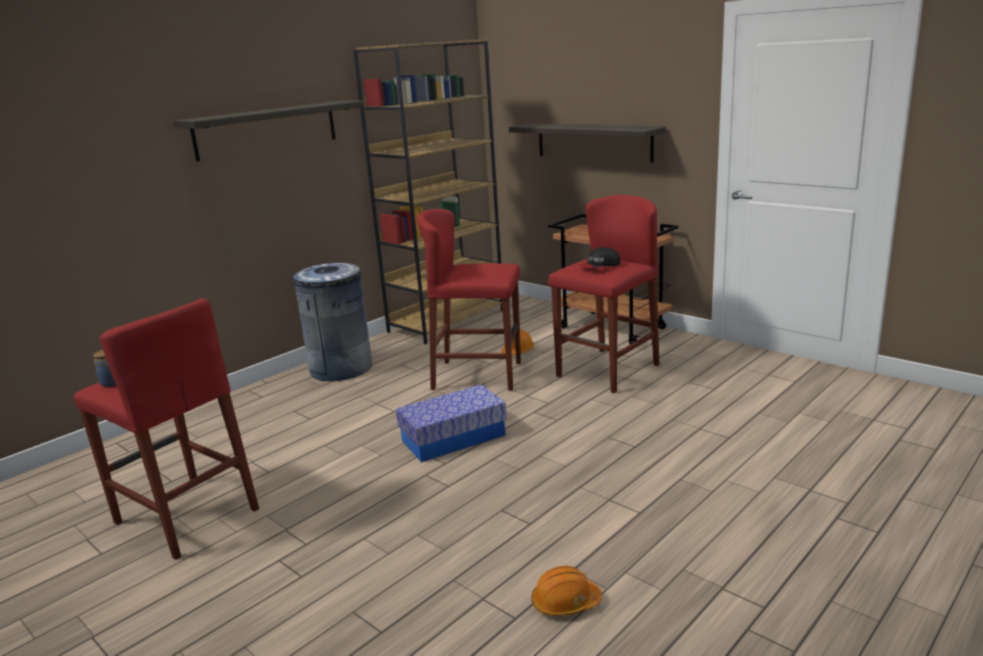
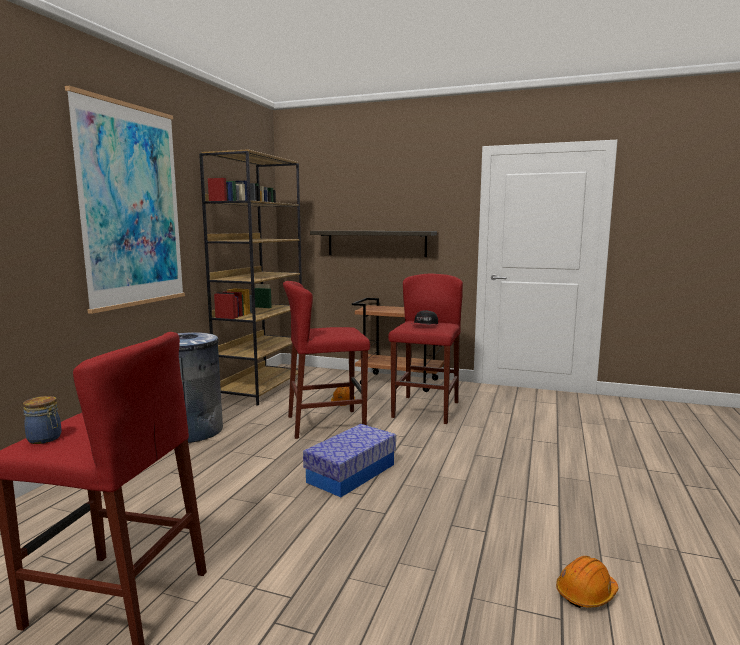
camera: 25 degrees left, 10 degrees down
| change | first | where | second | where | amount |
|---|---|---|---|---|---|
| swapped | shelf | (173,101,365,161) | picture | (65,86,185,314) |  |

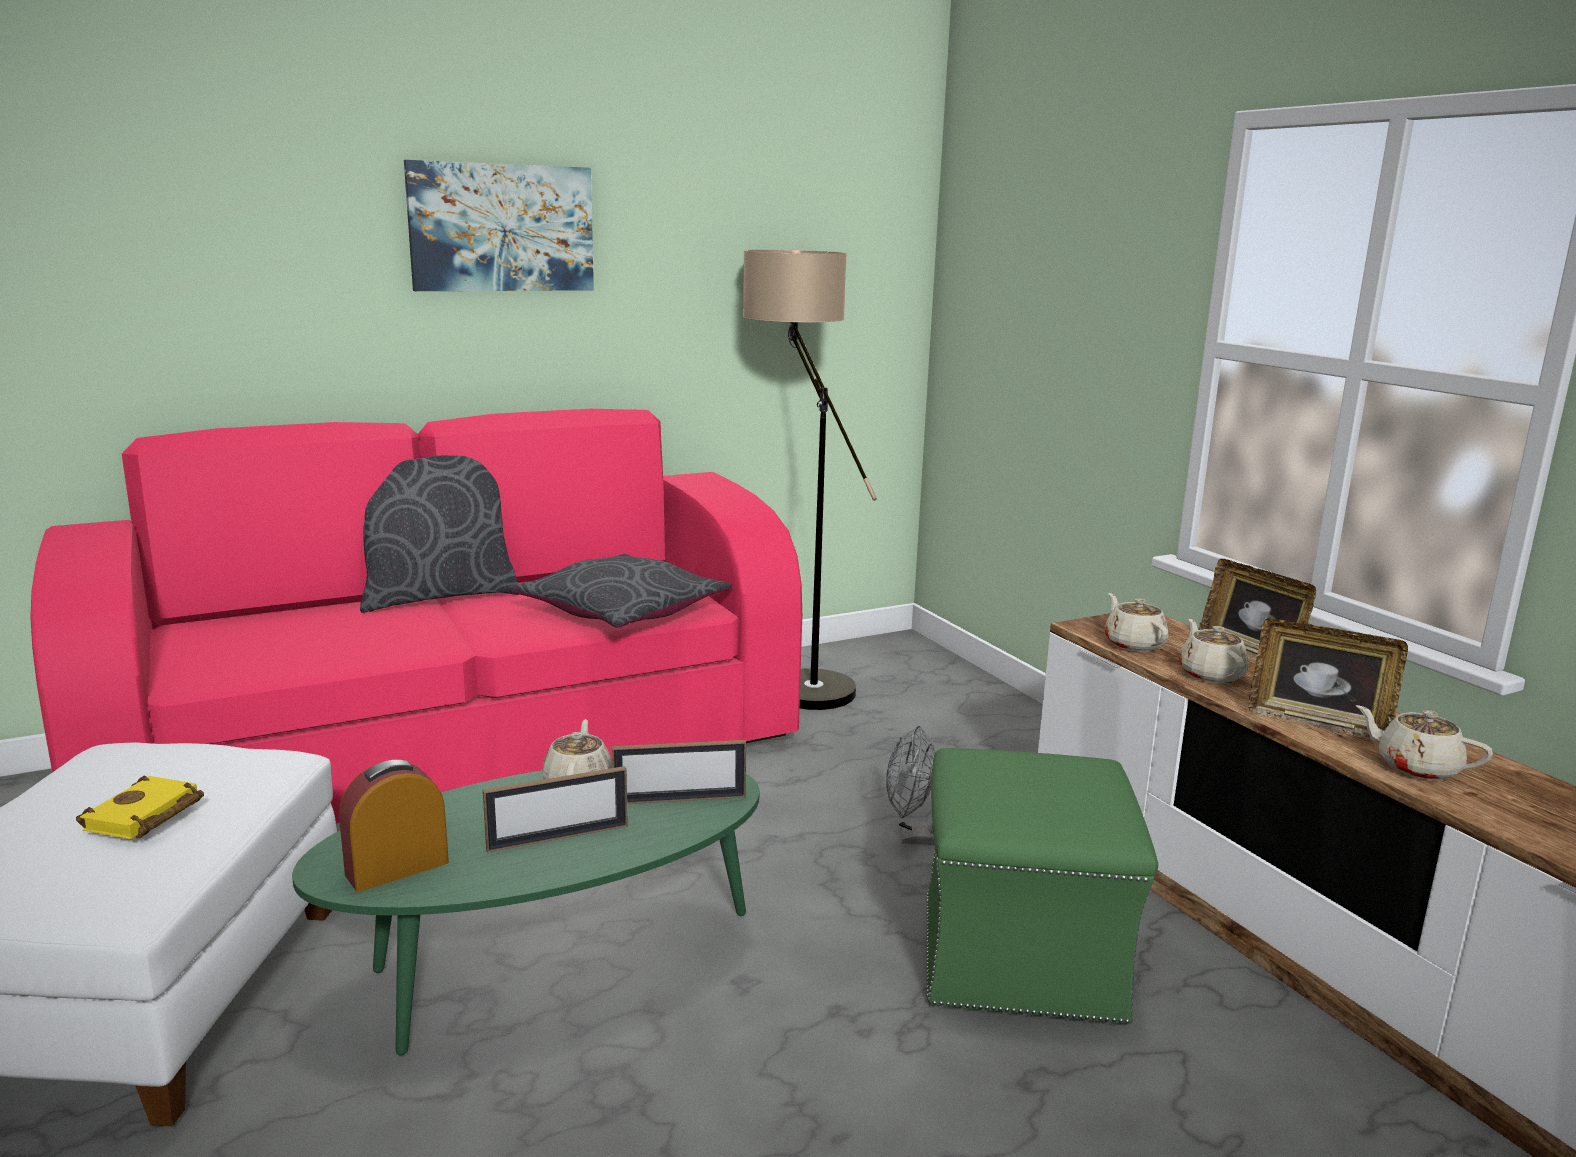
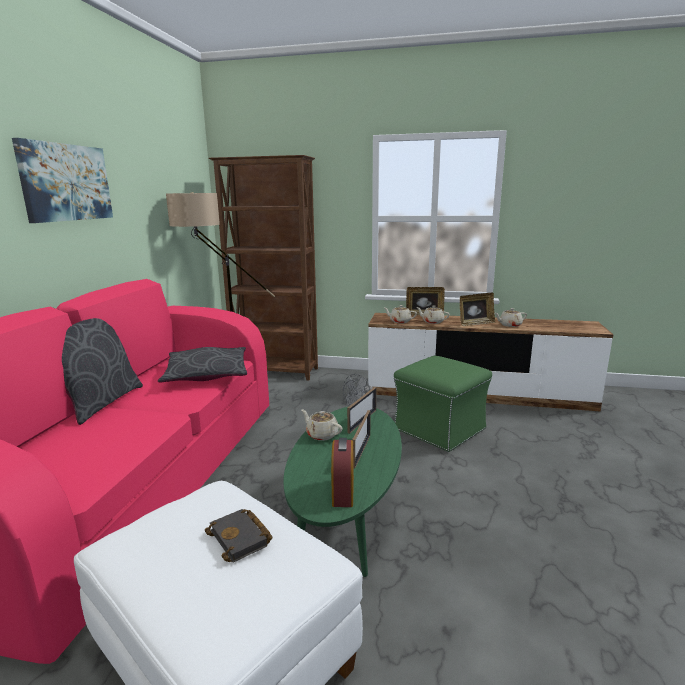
camera: 50 degrees left, 0 degrees up
| change | first | where | second | where | amount |
|---|---|---|---|---|---|
| repainted | book/yellow | (76,775,204,839) | book/black | (205,509,273,562) |  |
| new |  |  | bookcase/brown | (209,155,318,381) |  |

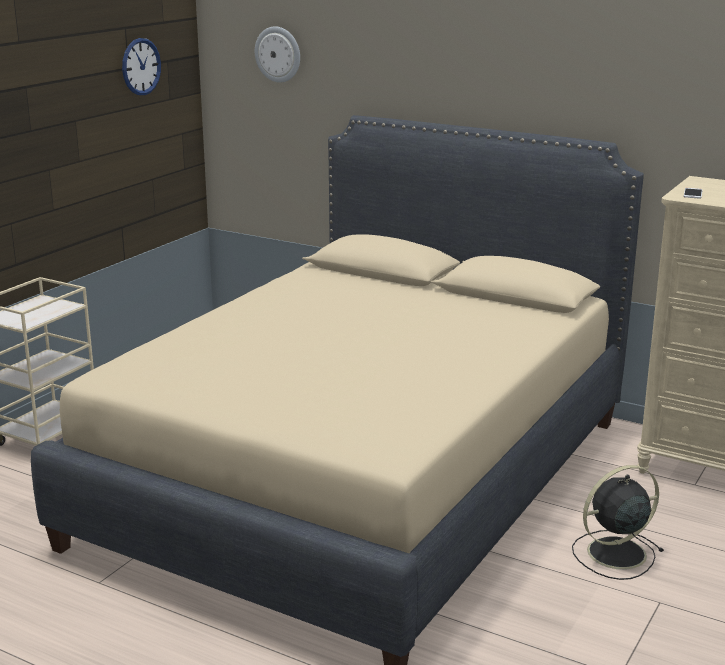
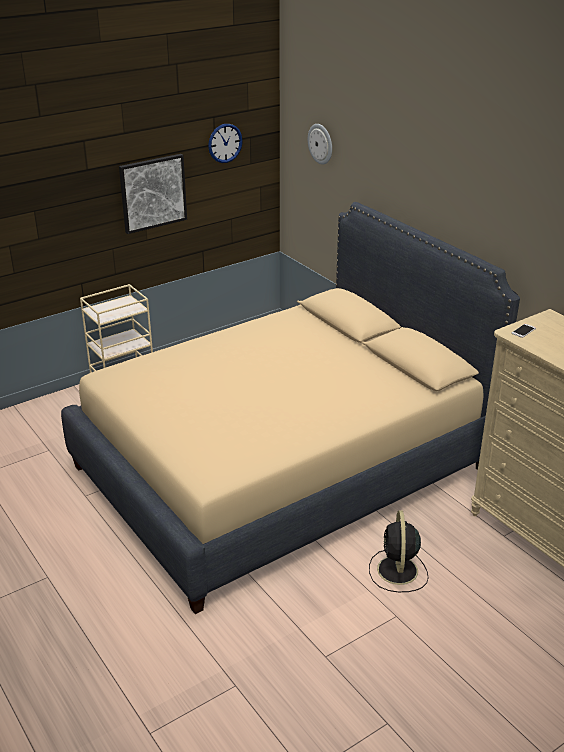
camera: 25 degrees right, 10 degrees up
| change | first | where | second | where | amount |
|---|---|---|---|---|---|
| rotated | fan/black | (572,465,664,580) |  | (369,510,429,592) | 90 degrees counterclockwise |
| new |  |  | picture | (119,154,187,234) |  |

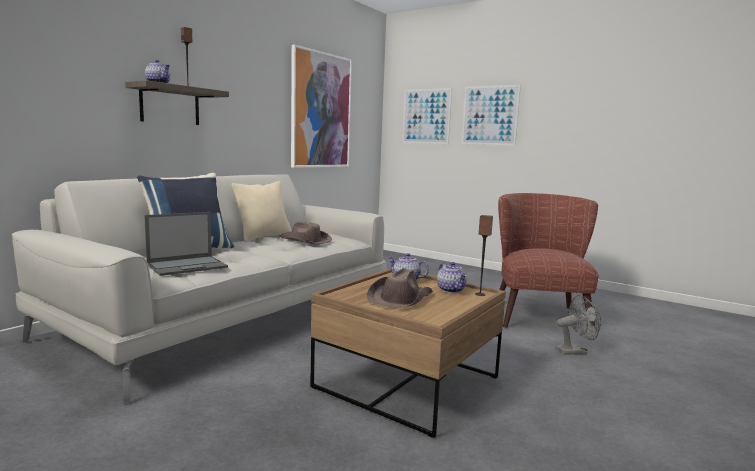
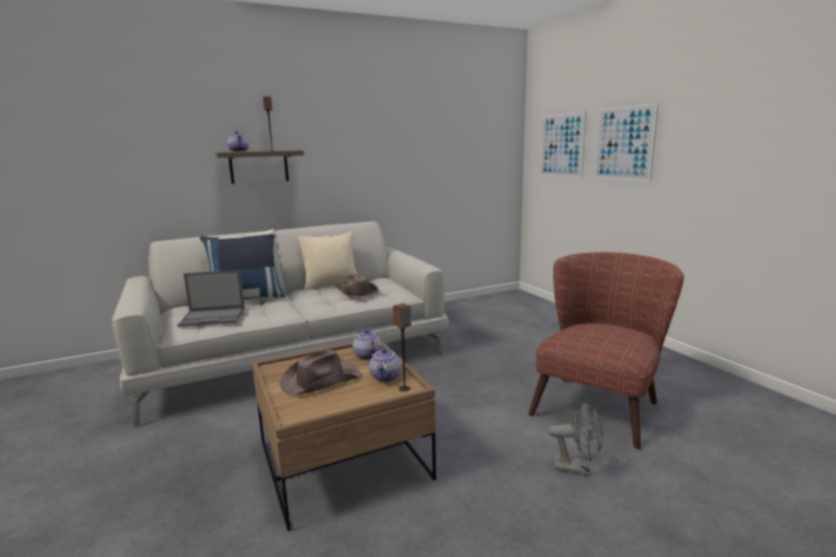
camera: 30 degrees right, 5 degrees up
| change | first | where | second | where | amount |
|---|---|---|---|---|---|
| gone | picture | (291,44,352,168) |  |  |  |

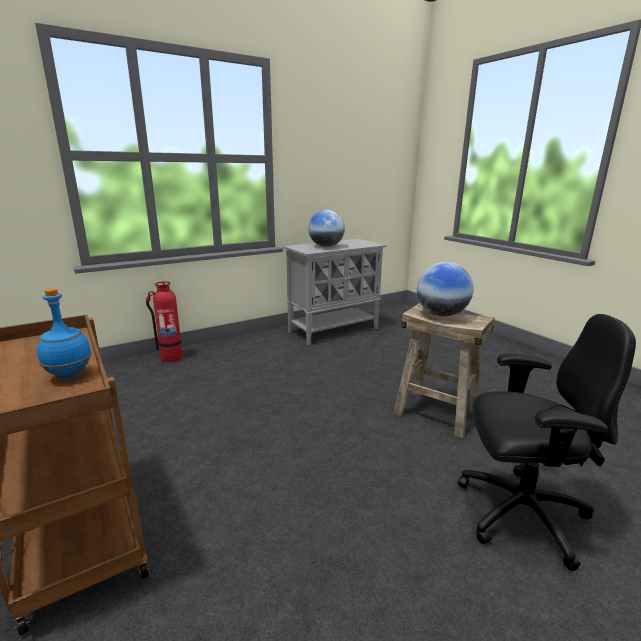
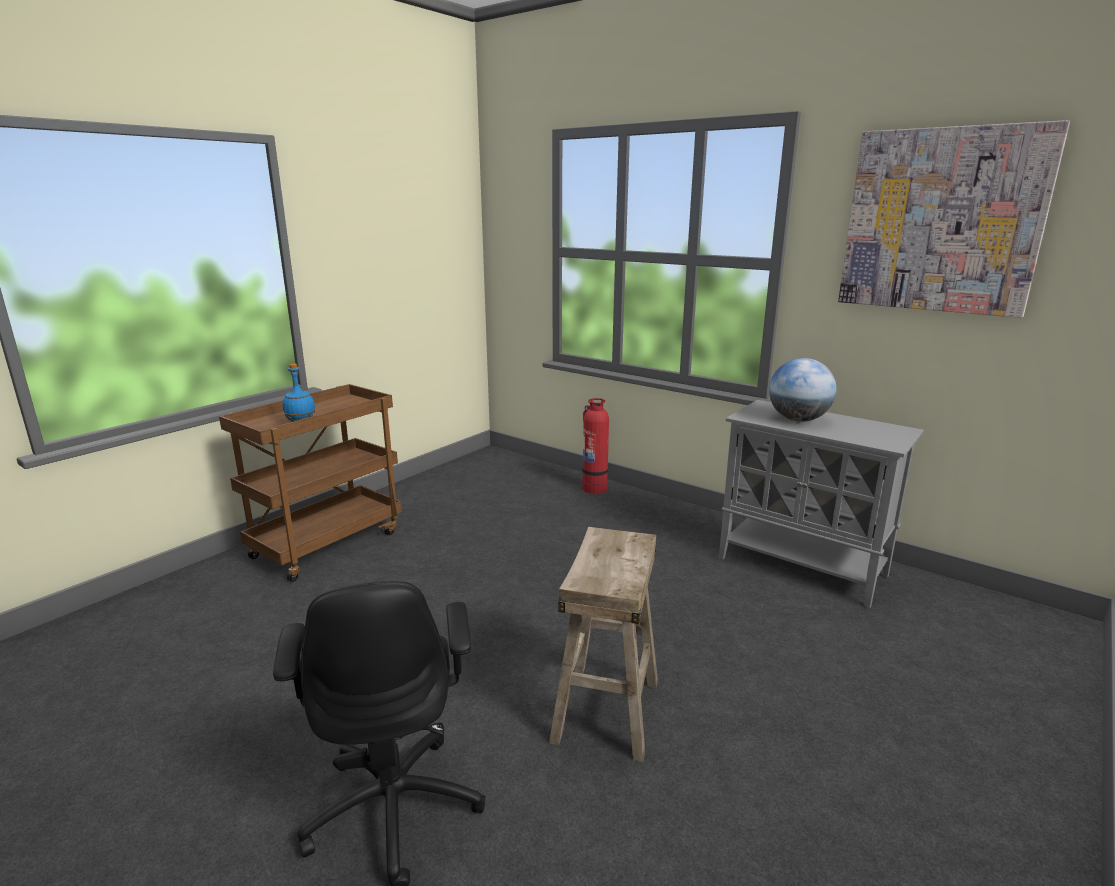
camera: 70 degrees right, 0 degrees up
| change | first | where | second | where | amount |
|---|---|---|---|---|---|
| gone | globe | (417,262,474,316) |  |  |  |
| new |  |  | picture | (838,120,1070,318) |  |

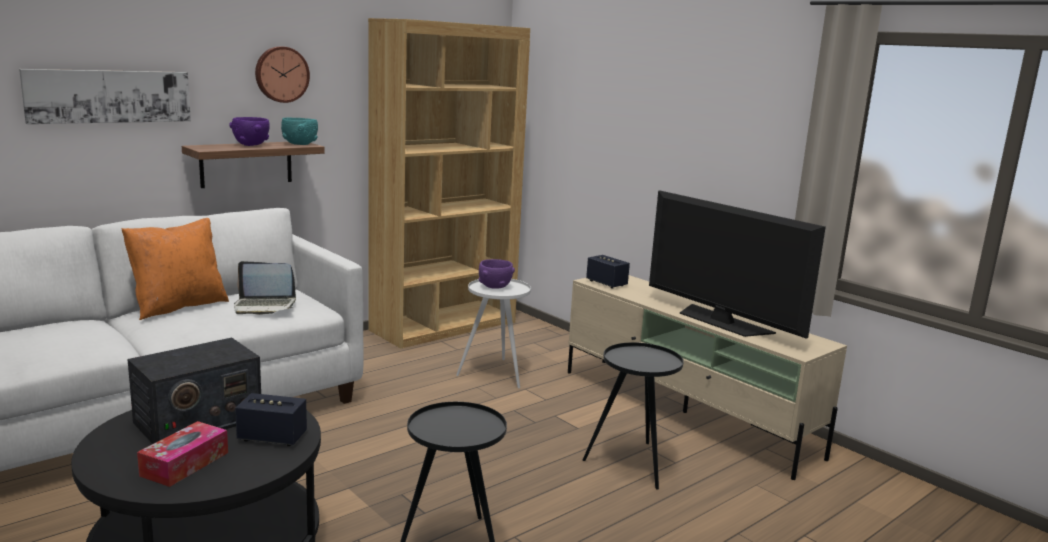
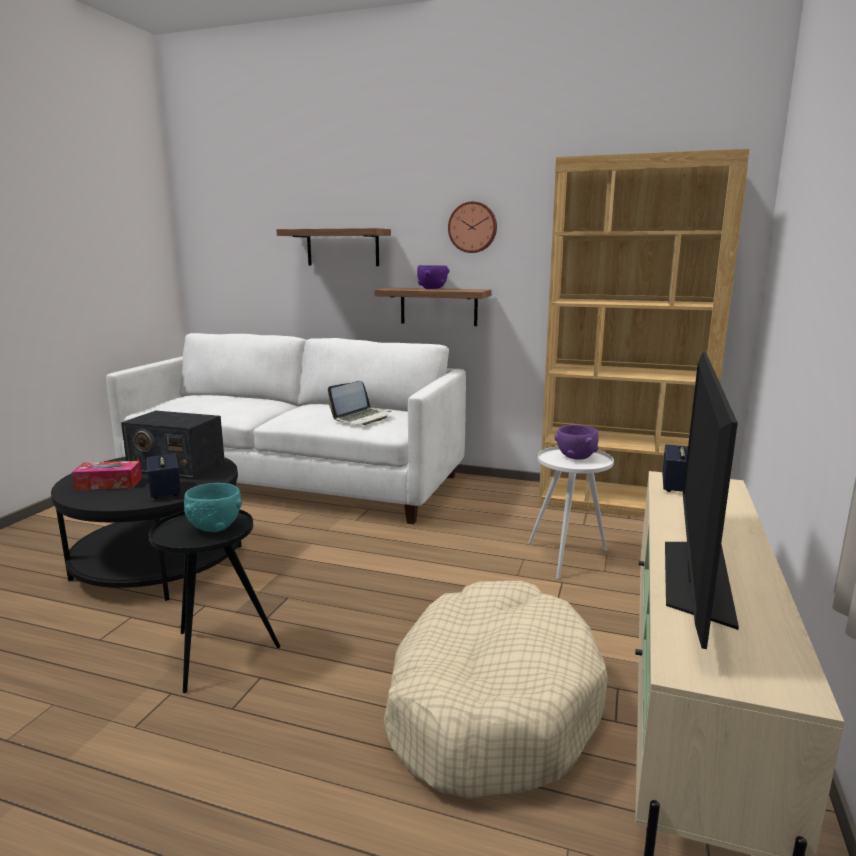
camera: 60 degrees right, 0 degrees up
| change | first | where | second | where | amount |
|---|---|---|---|---|---|
| swapped | picture | (19,69,191,124) | shelf | (276,228,391,266) |  |
| gone | pillow/orange | (121,218,229,320) |  |  |  |
| rotated | laptop | (234,261,296,315) |  | (328,381,391,425) | 105 degrees counterclockwise |
| shifted | bowl/turquoise | (281,118,318,145) |  | (184,483,242,532) |  |
| swapped | side table/black | (583,342,684,489) | dog bed/beige | (384,581,607,799) |  |

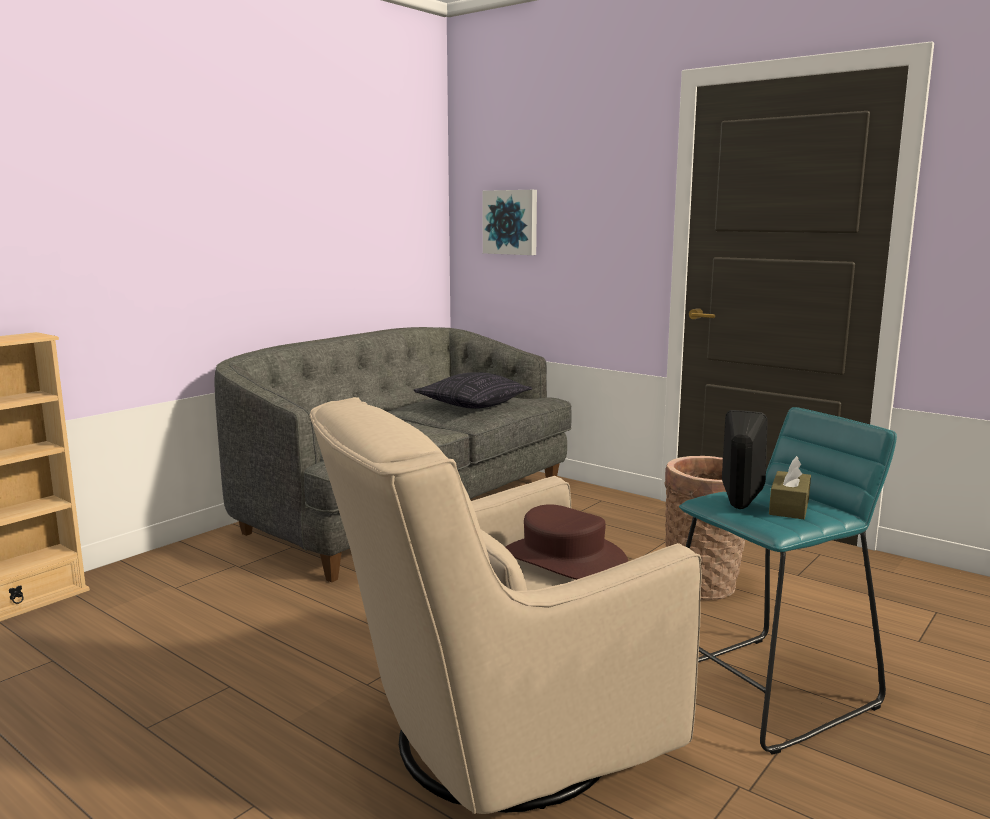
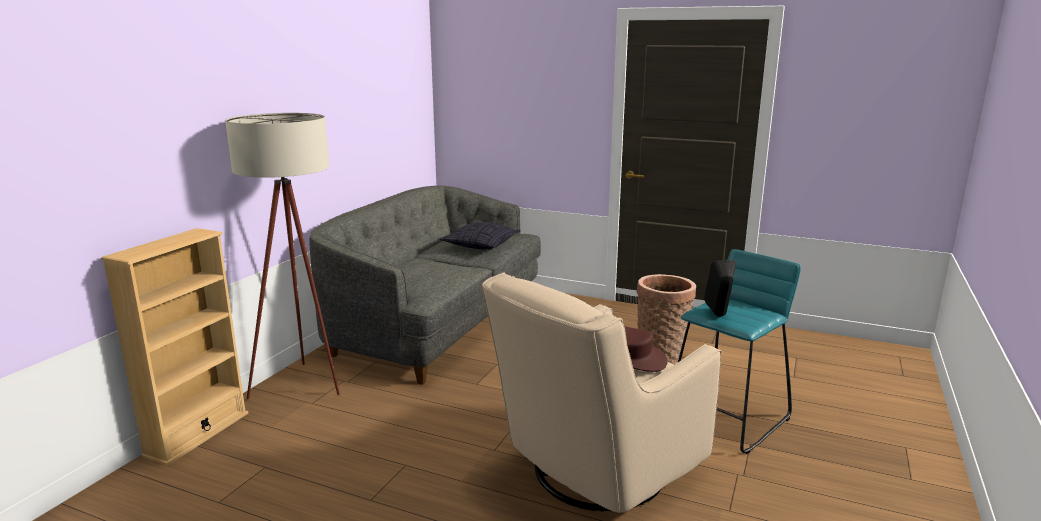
camera: 15 degrees left, 5 degrees up
| change | first | where | second | where | amount |
|---|---|---|---|---|---|
| gone | picture | (482,190,537,255) |  |  |  |
| gone | tissue box/brown | (769,456,811,519) |  |  |  |
| new |  |  | floor lamp/beige | (225,113,340,399) |  |

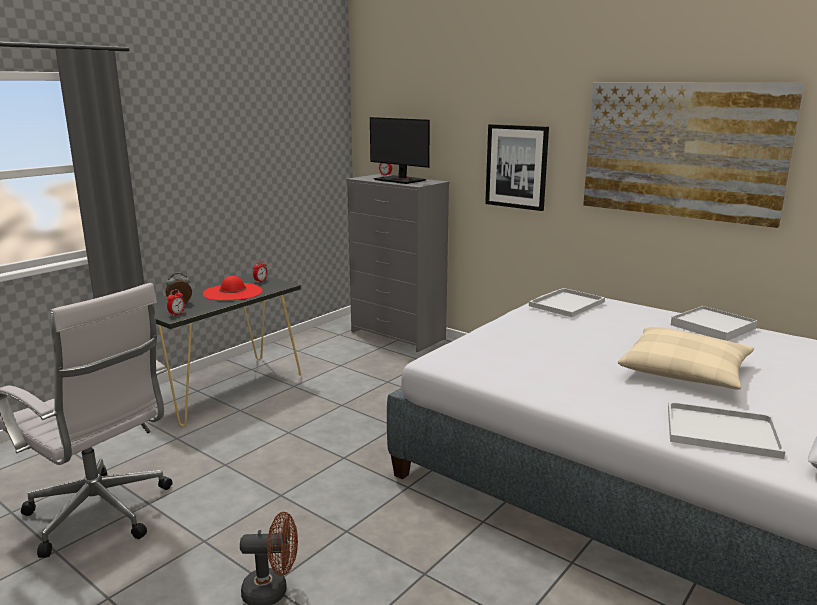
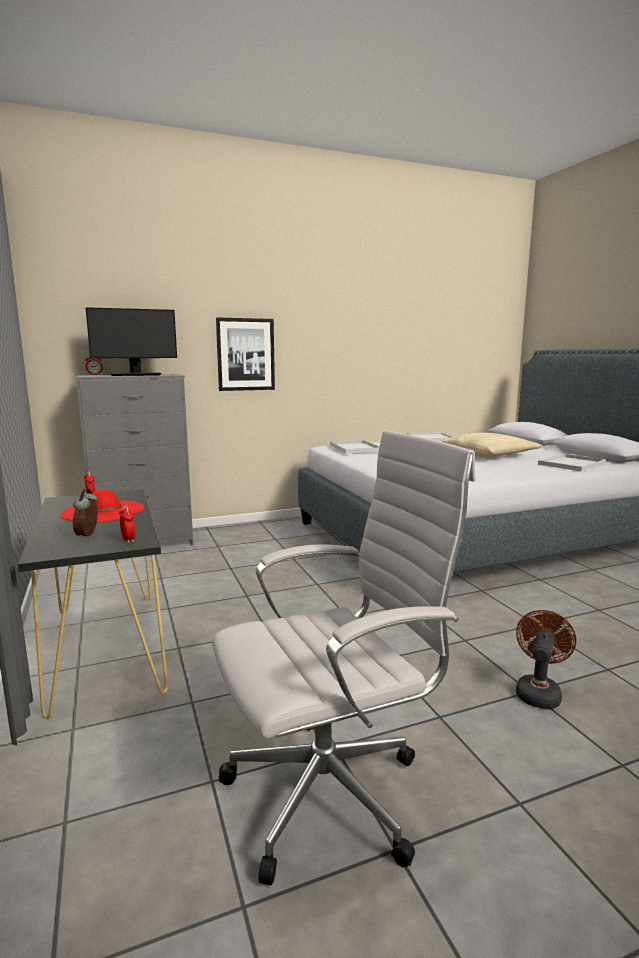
camera: 60 degrees left, 5 degrees down
| change | first | where | second | where | amount |
|---|---|---|---|---|---|
| gone | picture | (583,83,804,228) |  |  |  |

